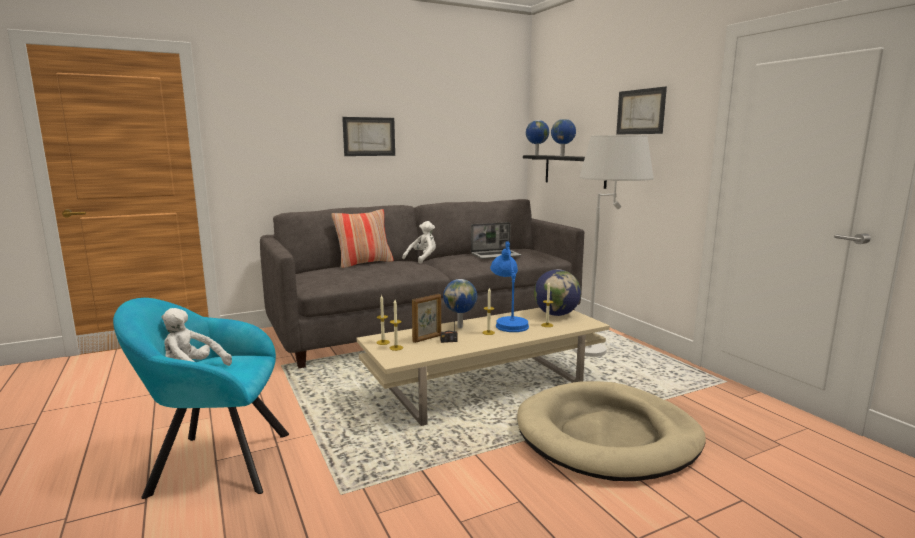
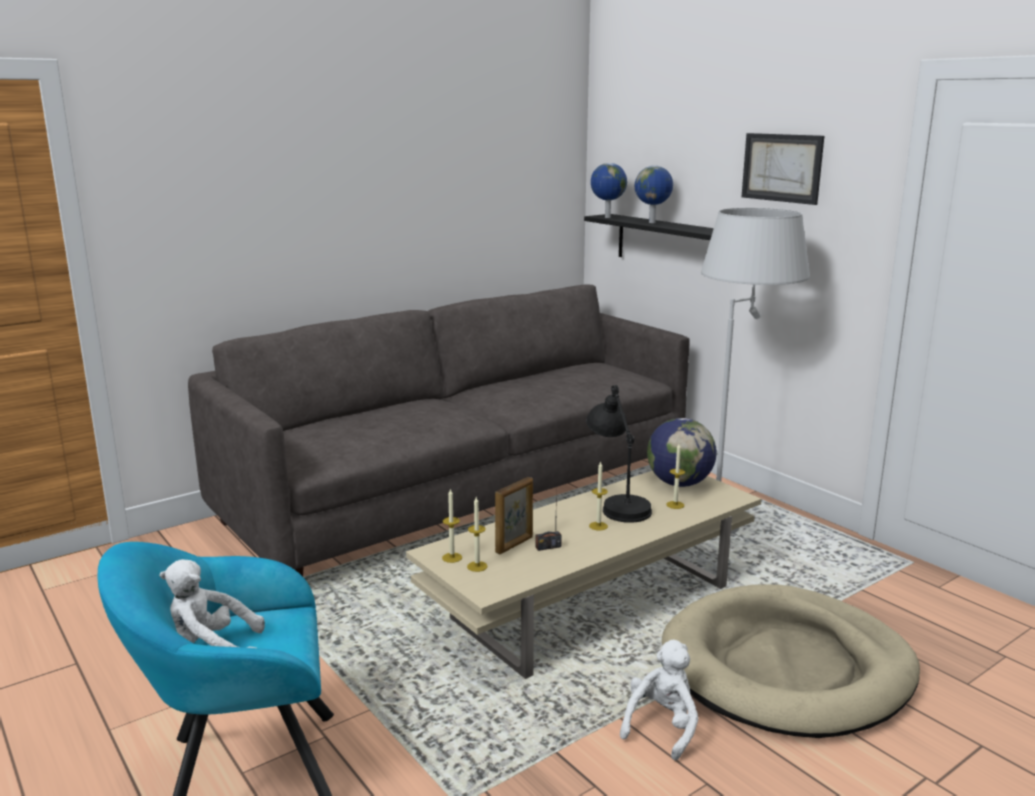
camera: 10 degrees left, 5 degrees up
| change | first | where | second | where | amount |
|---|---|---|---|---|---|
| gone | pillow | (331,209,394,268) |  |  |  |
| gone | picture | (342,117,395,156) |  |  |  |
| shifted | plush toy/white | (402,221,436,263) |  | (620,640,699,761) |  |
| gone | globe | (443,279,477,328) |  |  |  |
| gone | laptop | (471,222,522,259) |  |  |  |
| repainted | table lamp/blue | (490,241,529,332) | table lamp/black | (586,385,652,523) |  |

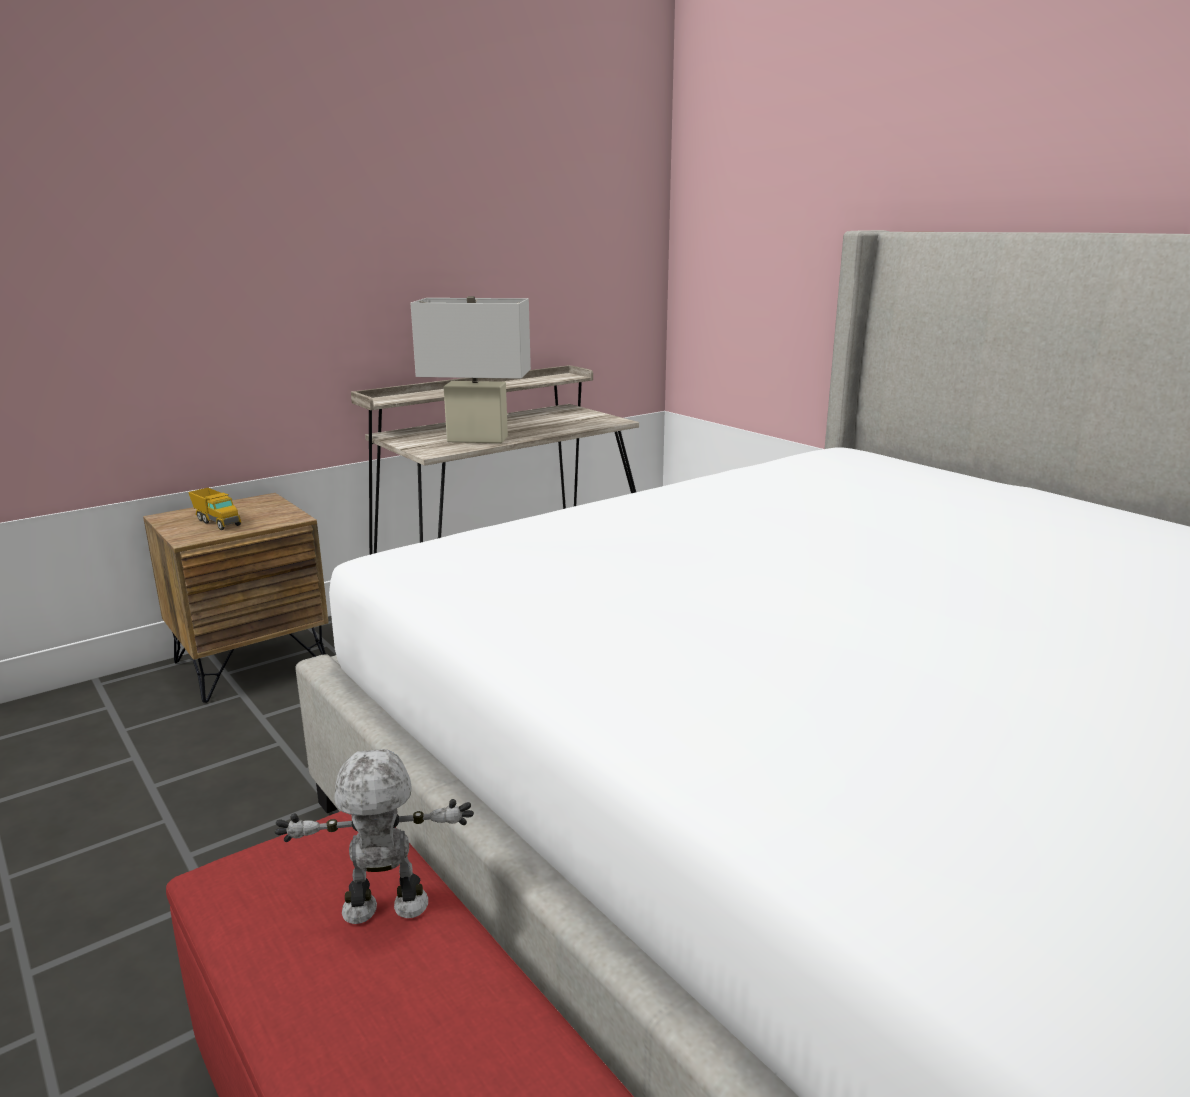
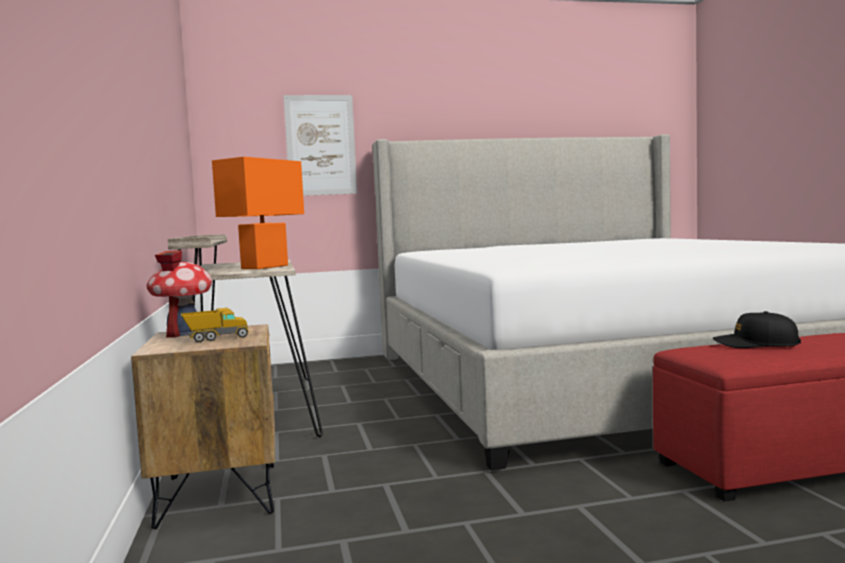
camera: 65 degrees left, 15 degrees down
| change | first | where | second | where | amount |
|---|---|---|---|---|---|
| swapped | toy robot | (275,749,474,924) | cap/black | (713,311,801,348) |  |
| repainted | table lamp/white | (411,296,531,443) | table lamp/orange | (212,157,304,269) |  |
| new |  |  | toy house | (147,250,212,338) |  |
| new |  |  | picture | (283,95,357,196) |  |

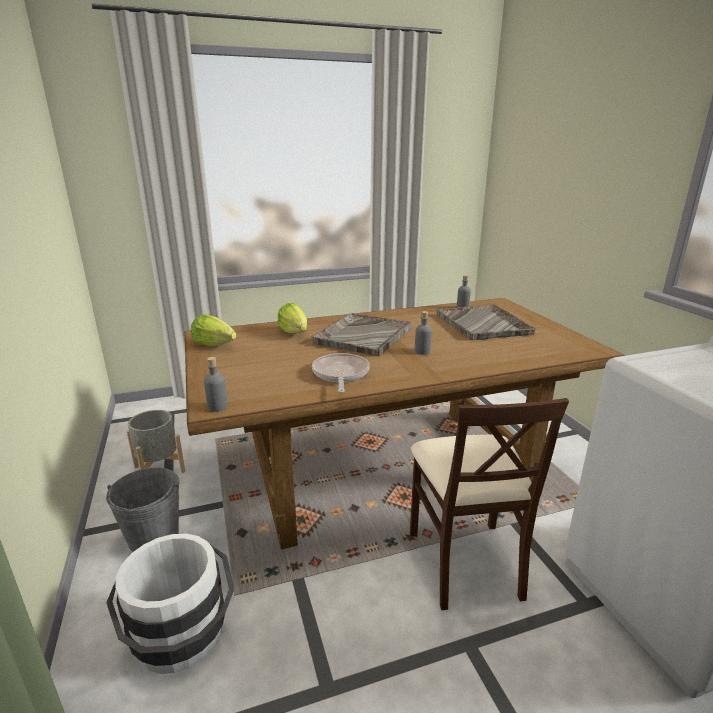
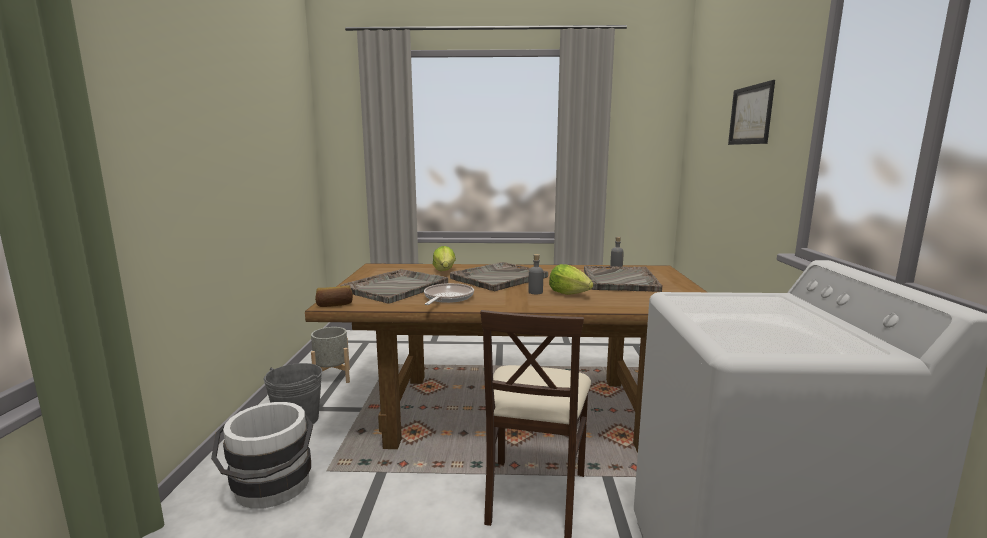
camera: 20 degrees right, 10 degrees down
| change | first | where | second | where | amount |
|---|---|---|---|---|---|
| shifted | lettuce | (191,315,237,346) |  | (549,264,593,295) |  |
| swapped | bottle/grey | (204,357,228,412) | bread | (315,285,353,307) |  |
| new |  |  | tray/grey | (340,269,448,304) |  |
| new |  |  | picture | (728,80,775,145) |  |

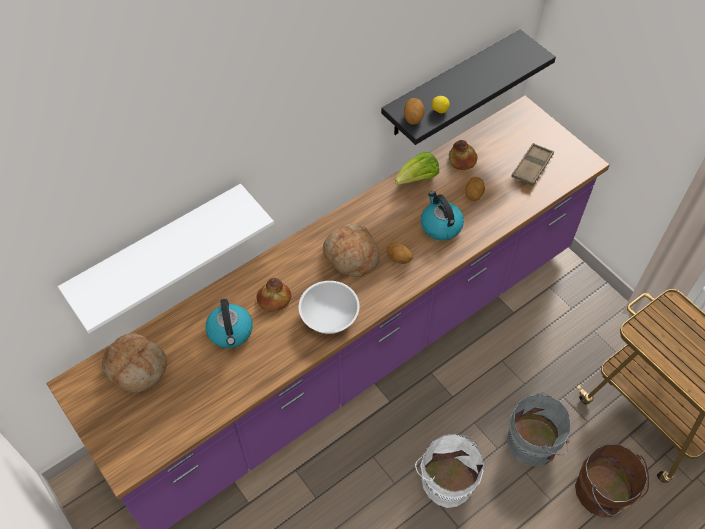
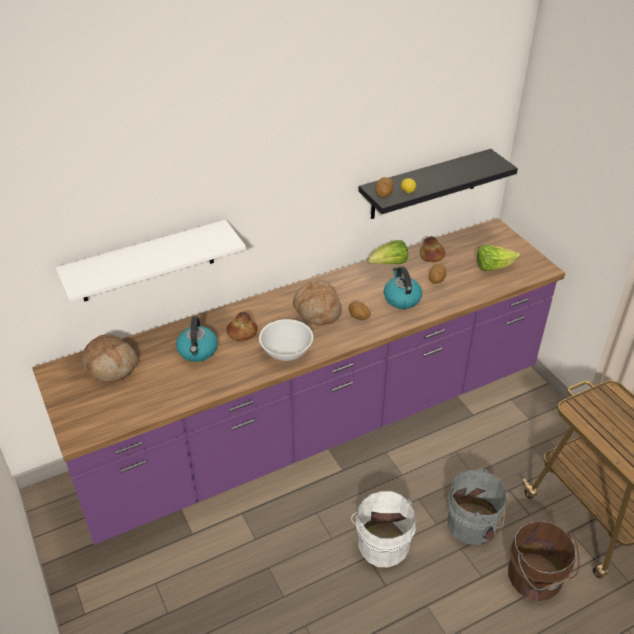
camera: 10 degrees right, 15 degrees down
| change | first | where | second | where | amount |
|---|---|---|---|---|---|
| swapped | tray/brown | (511,143,554,186) | lettuce | (477,244,520,271) |  |

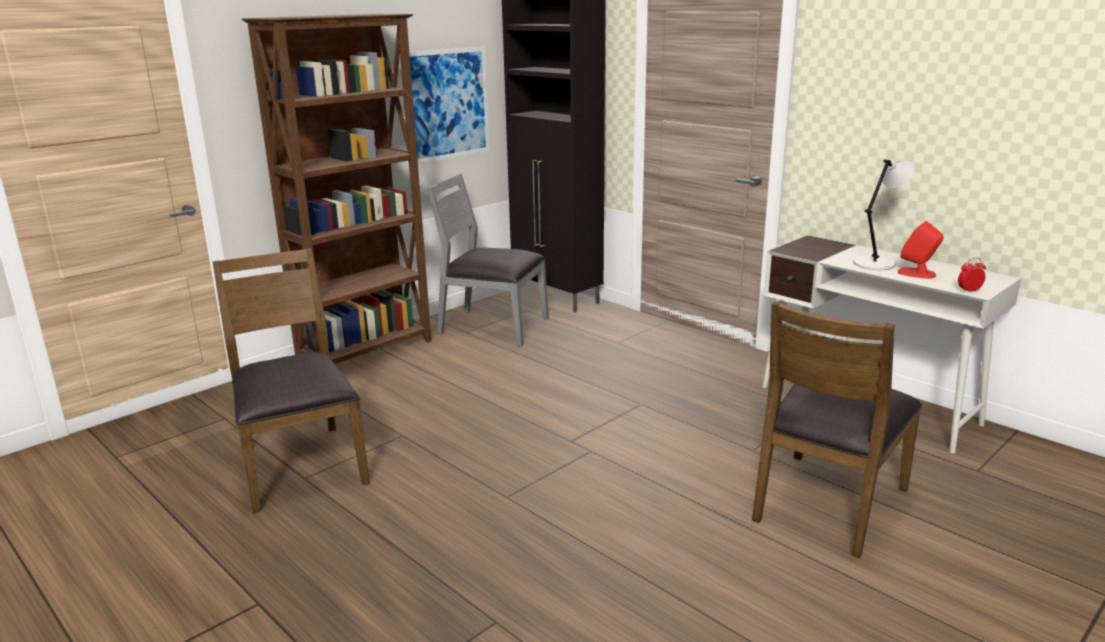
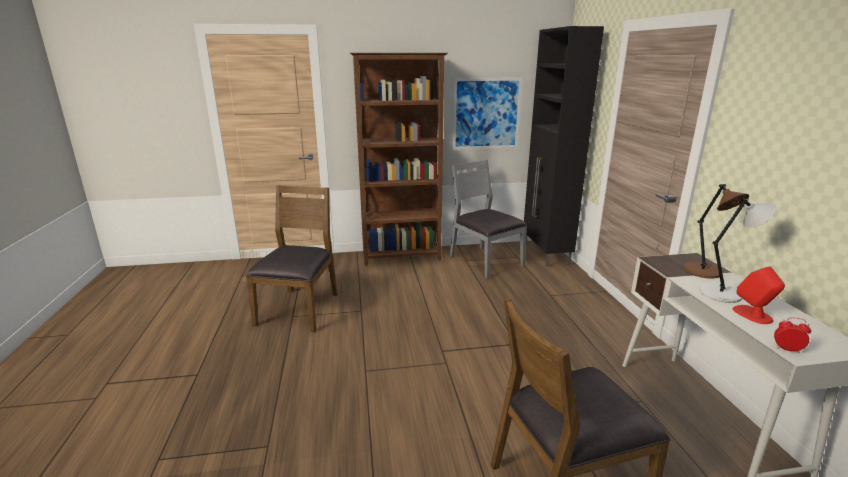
camera: 35 degrees right, 0 degrees up
| change | first | where | second | where | amount |
|---|---|---|---|---|---|
| new |  |  | table lamp/brown | (683,184,749,279) |  |

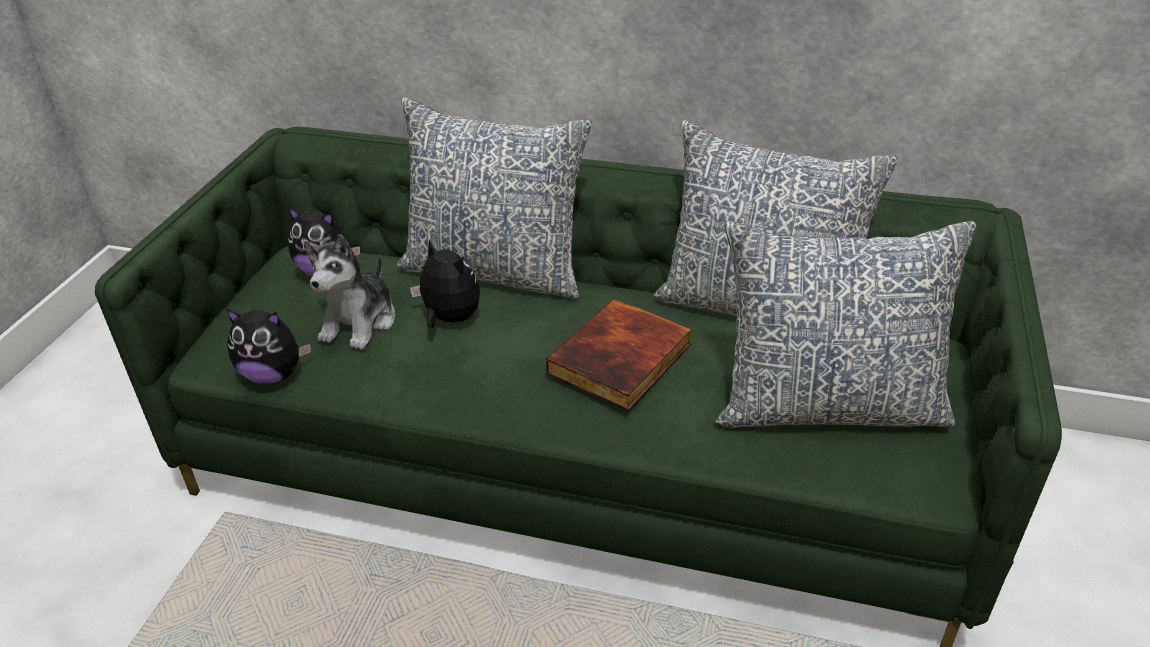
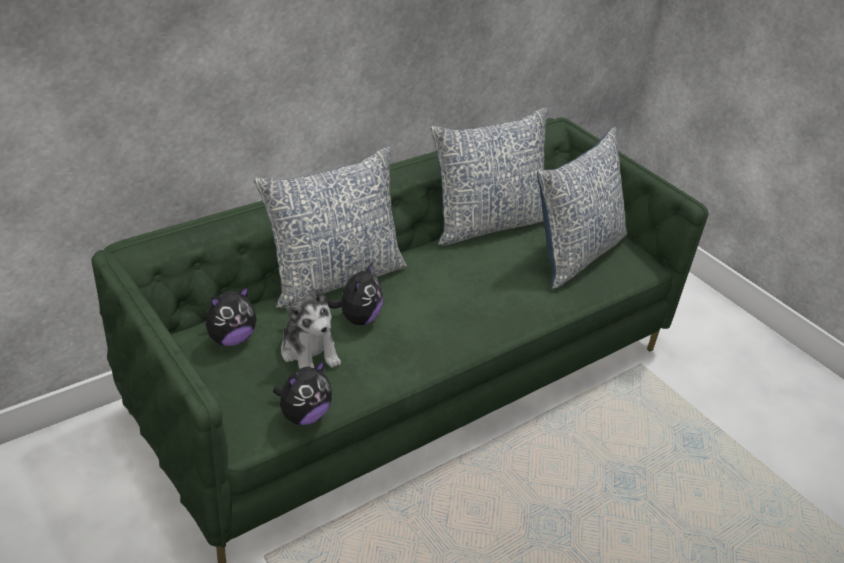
camera: 55 degrees left, 0 degrees up
| change | first | where | second | where | amount |
|---|---|---|---|---|---|
| rotated | plush toy | (410,239,480,328) |  | (327,261,383,325) | 120 degrees clockwise |
| gone | book | (546,298,692,411) |  |  |  |

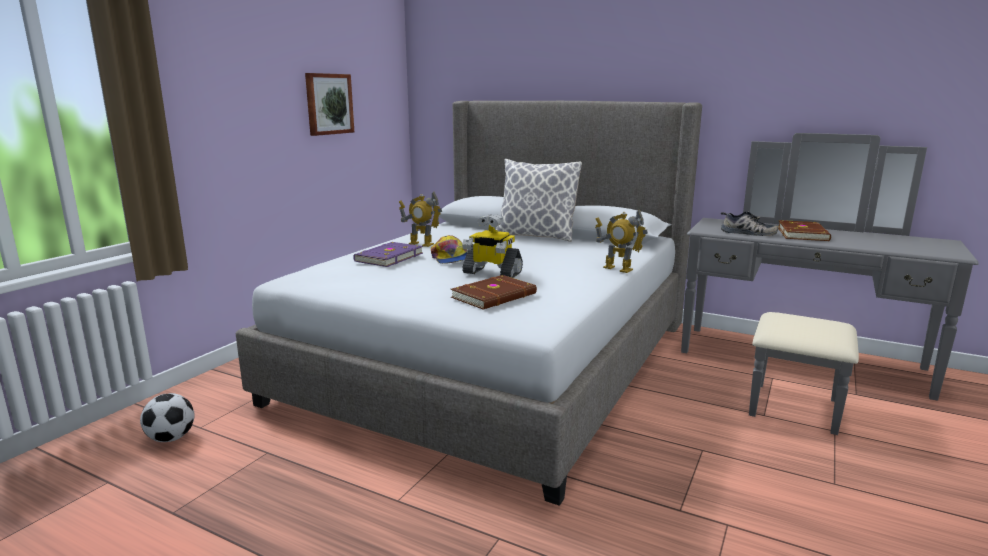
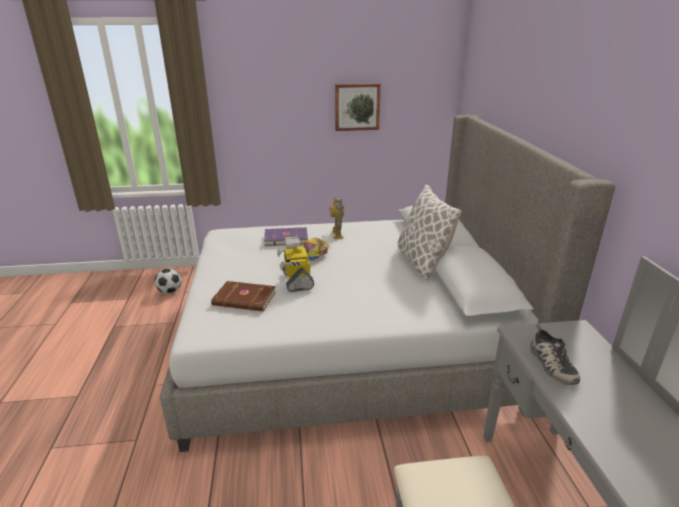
camera: 55 degrees right, 10 degrees up
| change | first | where | second | where | amount |
|---|---|---|---|---|---|
| gone | toy robot | (595,209,648,273) |  |  |  |
| gone | book/brown | (778,220,831,241) |  |  |  |

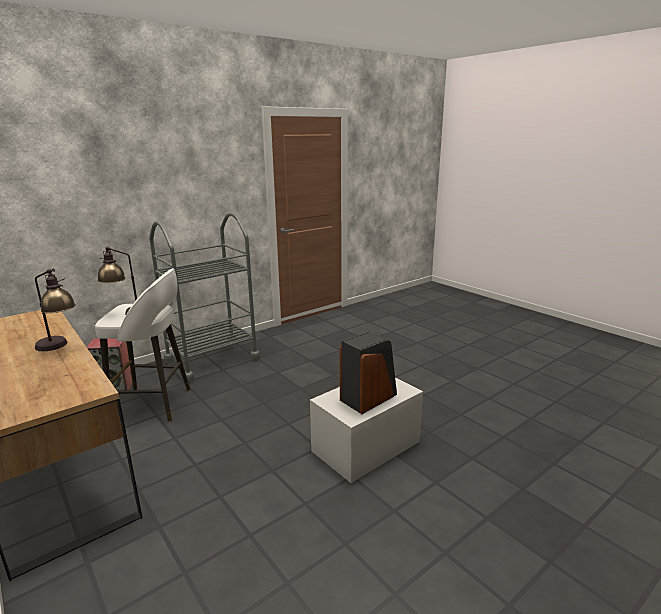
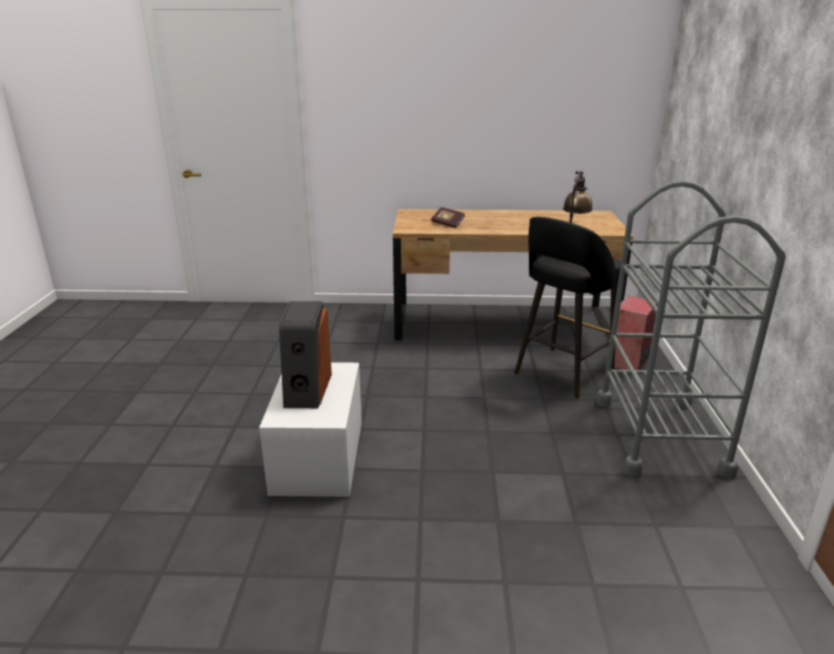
camera: 130 degrees right, 5 degrees up
| change | first | where | second | where | amount |
|---|---|---|---|---|---|
| gone | table lamp | (35,268,76,351) |  |  |  |
| repainted | stool/white | (95,268,191,422) | stool/black | (514,217,621,399) |  |
| new |  |  | book | (431,207,465,228) |  |

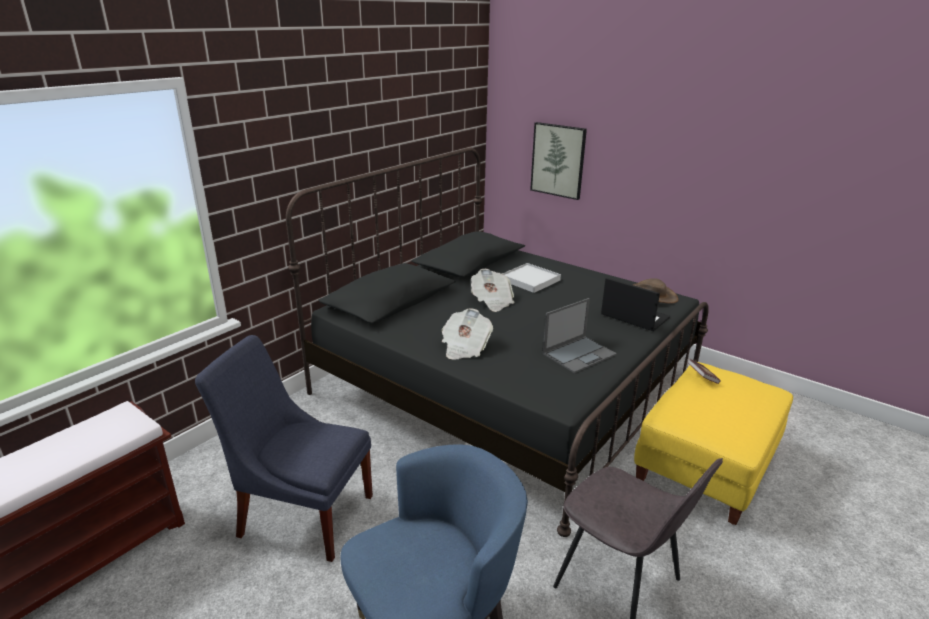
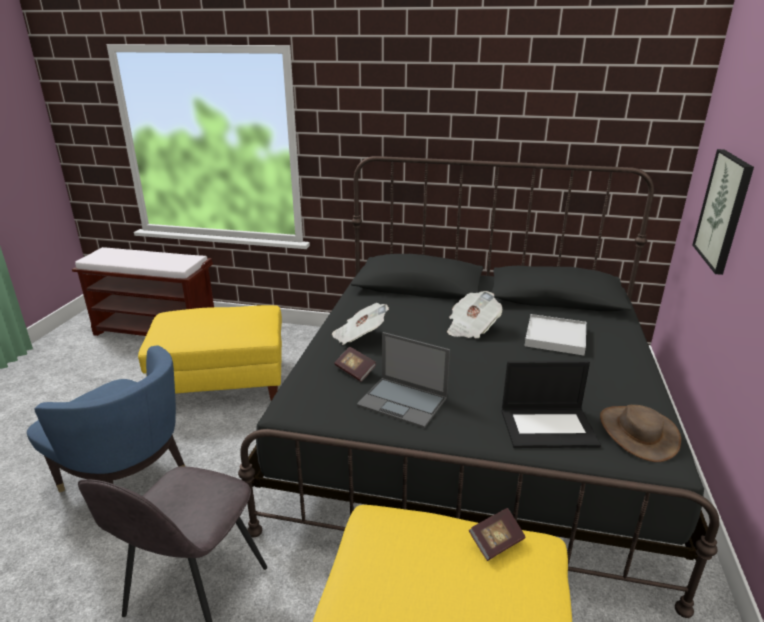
camera: 65 degrees right, 0 degrees up
| change | first | where | second | where | amount |
|---|---|---|---|---|---|
| swapped | chair/blue | (195,335,373,562) | ottoman/yellow | (138,305,282,401) |  |
| rotated | laptop | (601,278,670,332) |  | (502,360,601,448) | 75 degrees clockwise |
| new |  |  | book | (334,347,376,382) |  |

